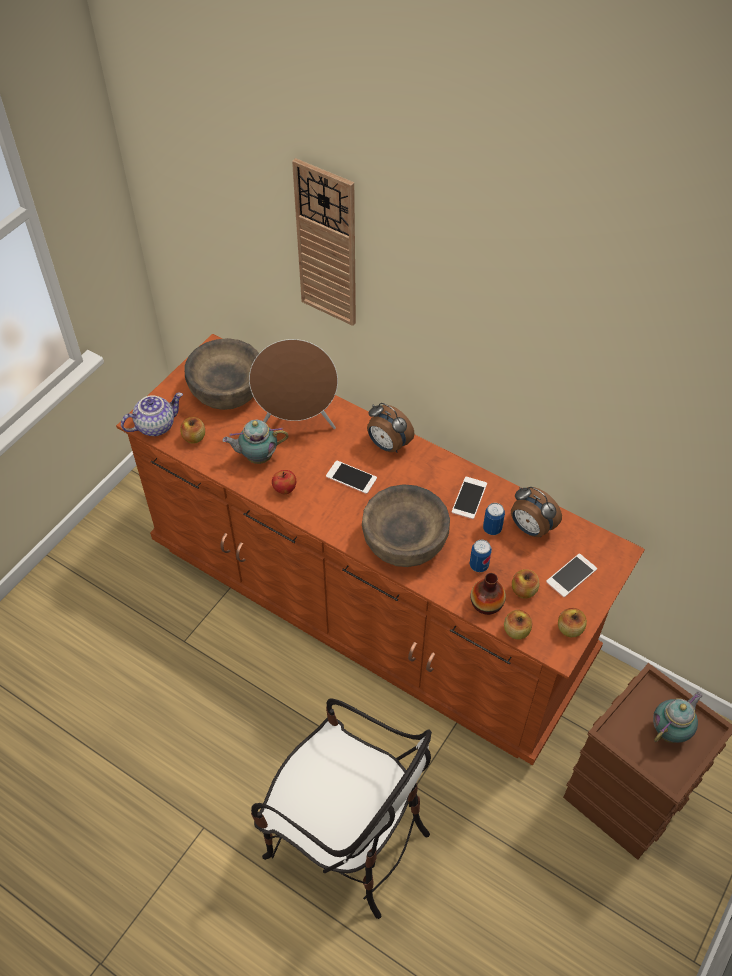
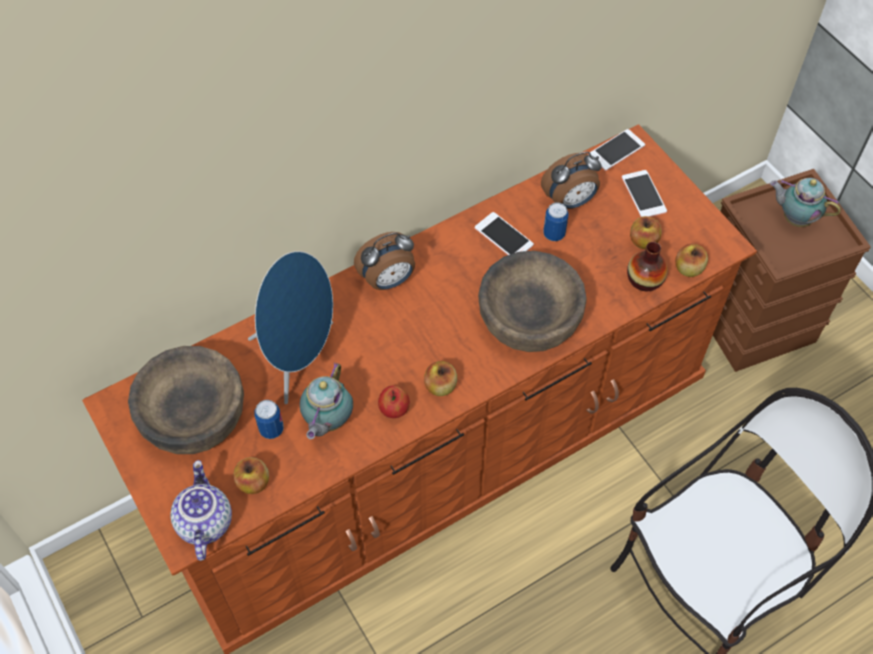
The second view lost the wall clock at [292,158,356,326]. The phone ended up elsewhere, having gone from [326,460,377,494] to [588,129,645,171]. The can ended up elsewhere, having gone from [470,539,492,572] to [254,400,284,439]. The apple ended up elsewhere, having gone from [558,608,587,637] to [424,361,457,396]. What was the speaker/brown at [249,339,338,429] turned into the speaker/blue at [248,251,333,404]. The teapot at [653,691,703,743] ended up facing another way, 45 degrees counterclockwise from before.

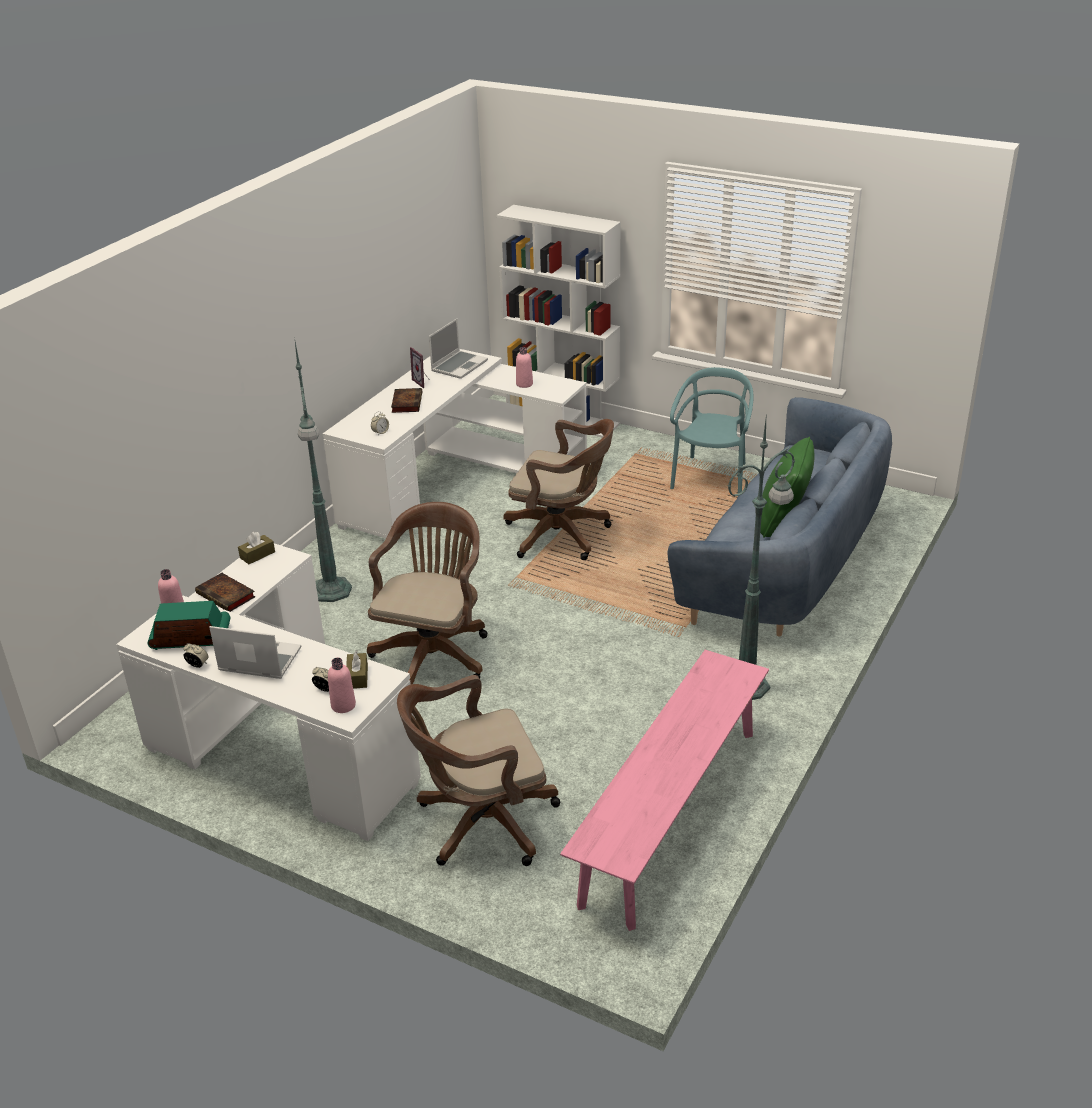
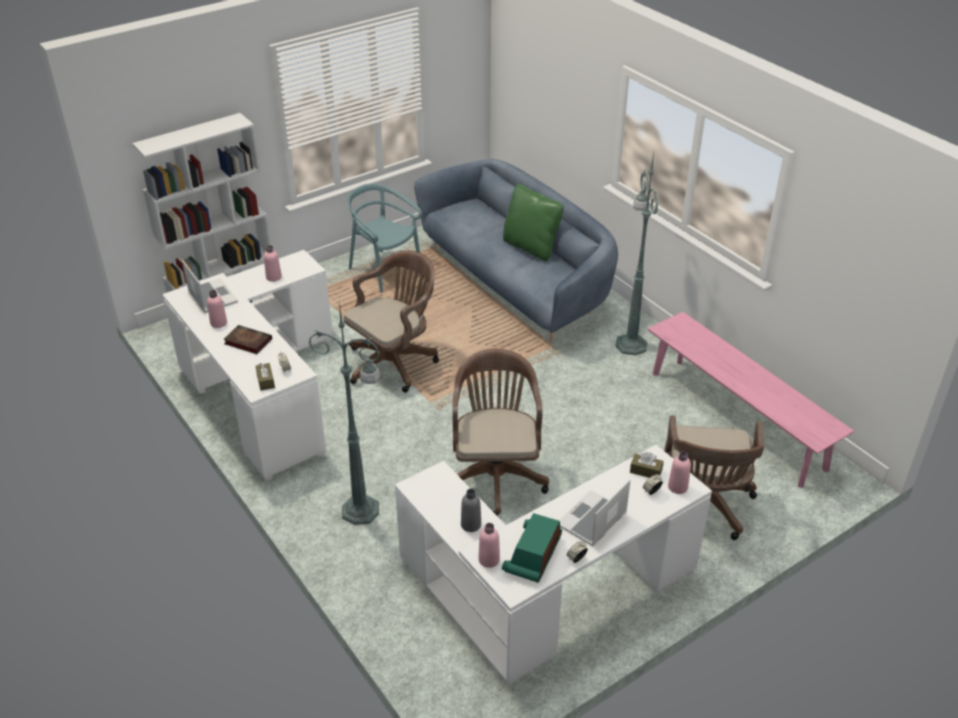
The tissue box/brown ended up elsewhere, having gone from [238,532,275,564] to [255,363,275,391]. Where the book stood at [195,573,255,612], the bottle/grey came to stand at [461,489,481,532]. Where the picture frame stood at [410,347,429,388], the bottle/pink came to stand at [207,290,227,328]. The office chair/brown at [367,502,488,684] ended up facing another way, 45 degrees clockwise from before.

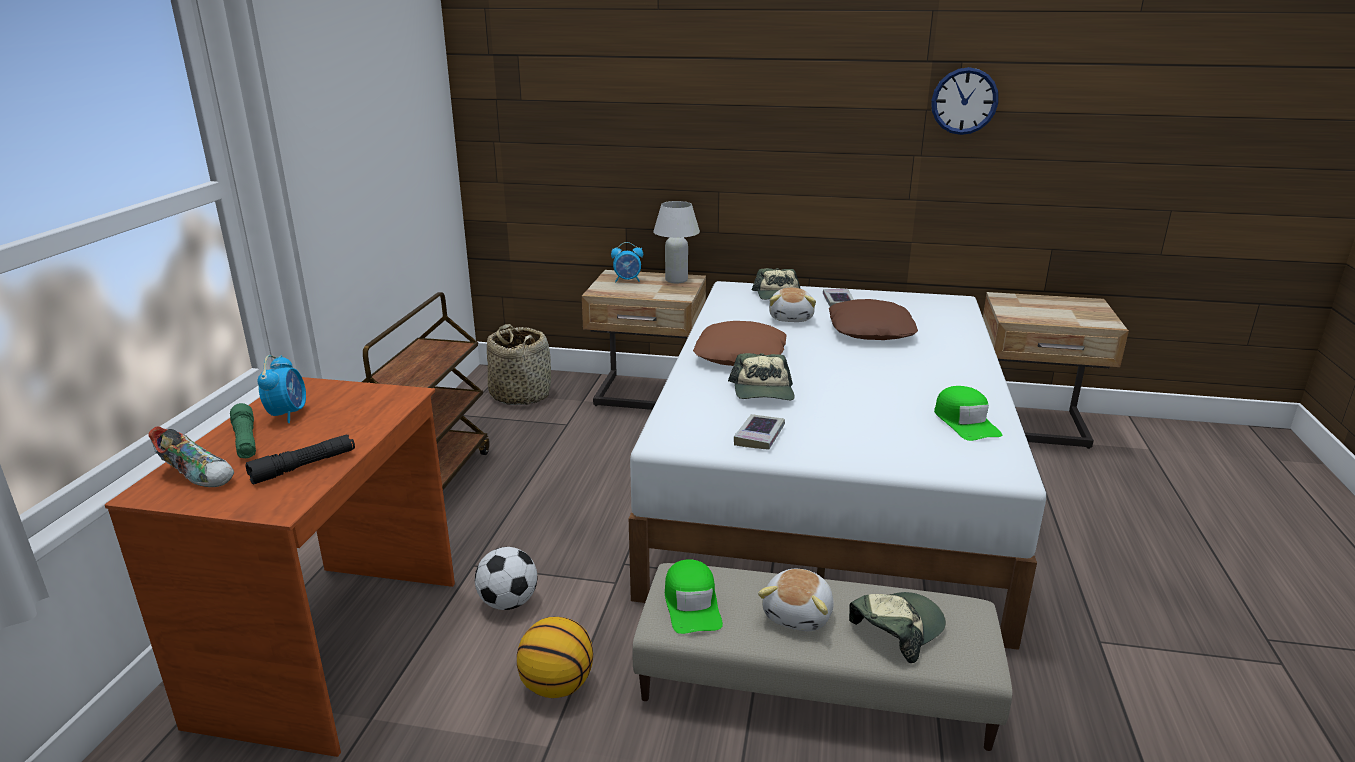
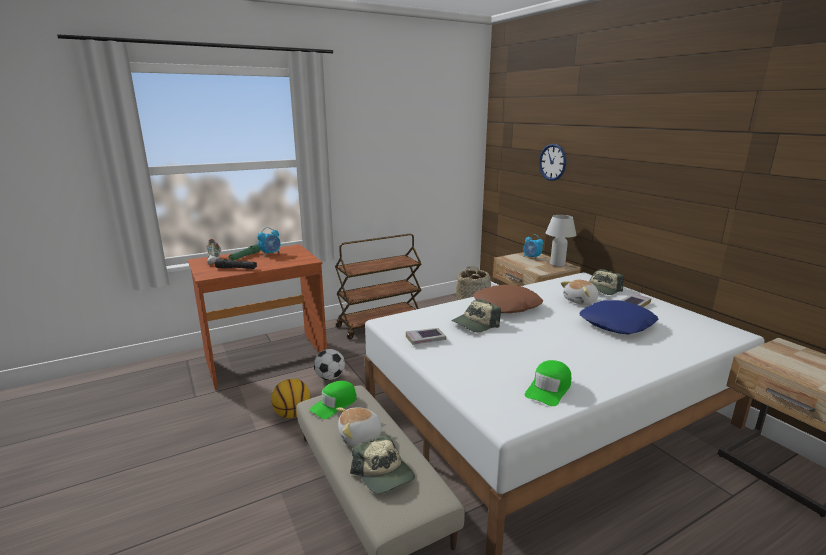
The wall clock ended up elsewhere, having gone from [931,67,999,135] to [539,144,566,181]. What was the pillow/brown at [829,299,918,340] turned into the pillow/blue at [580,300,659,334]. The cap at [849,592,946,663] ended up facing another way, 45 degrees clockwise from before.

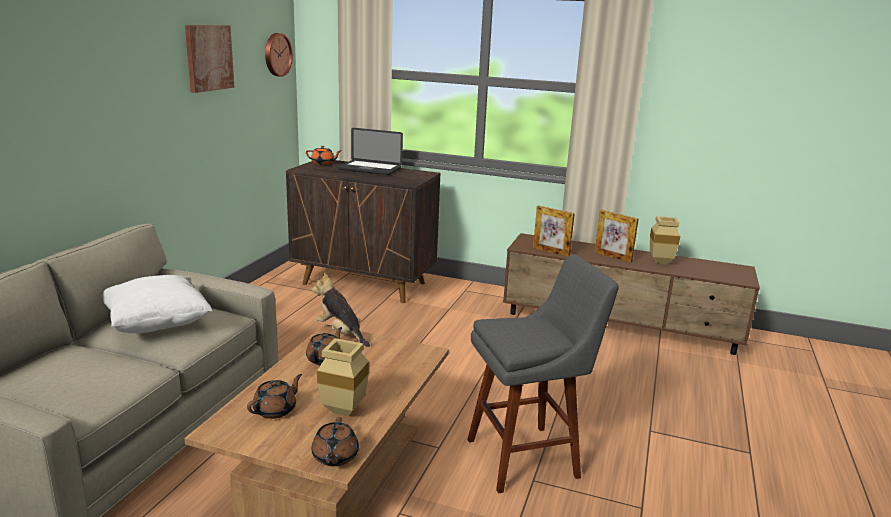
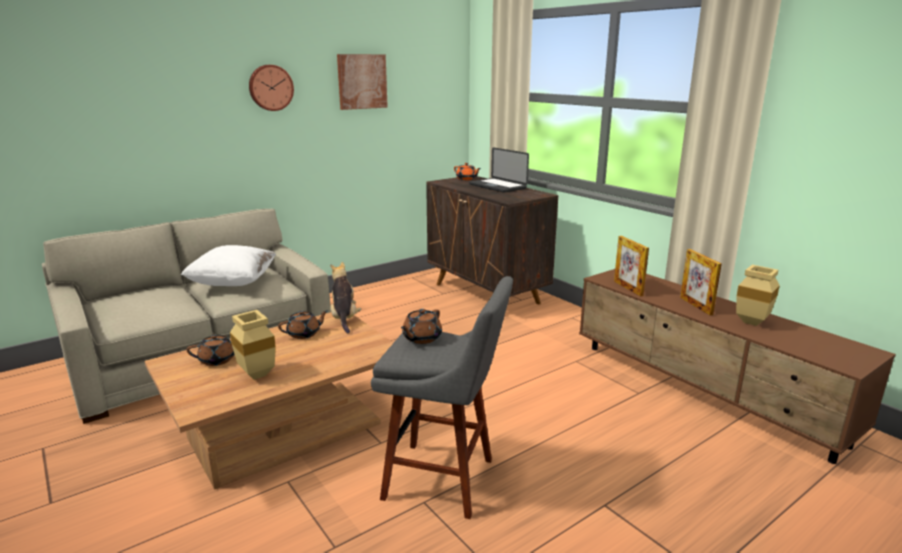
The wall clock ended up elsewhere, having gone from [265,33,293,77] to [249,65,294,111]. The teapot/brown ended up elsewhere, having gone from [312,417,359,466] to [401,309,442,344].

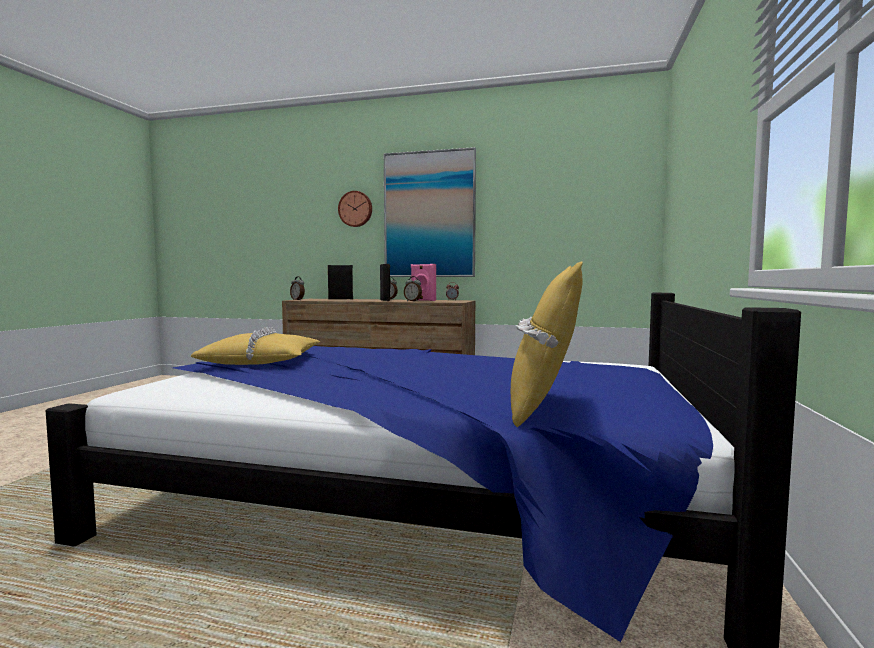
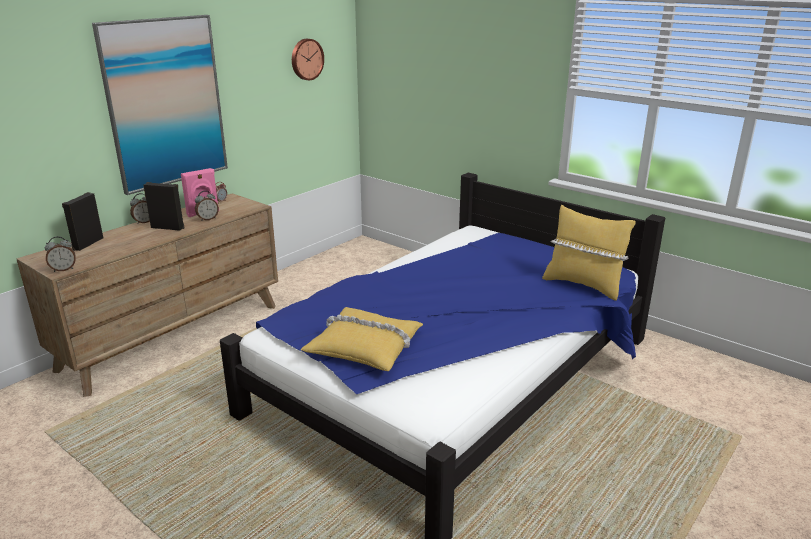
The wall clock ended up elsewhere, having gone from [338,191,372,227] to [292,39,324,80].

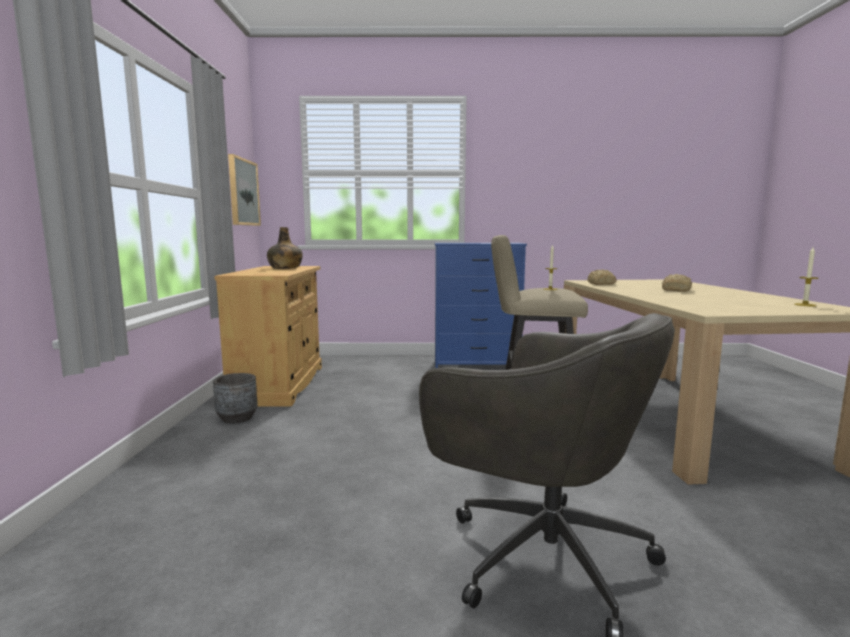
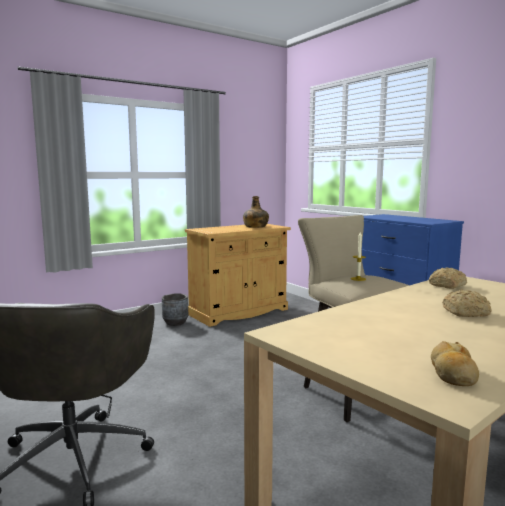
The second view lost the picture at [228,154,261,226]. Where the candle stood at [794,247,819,307], the bread came to stand at [431,341,479,386].

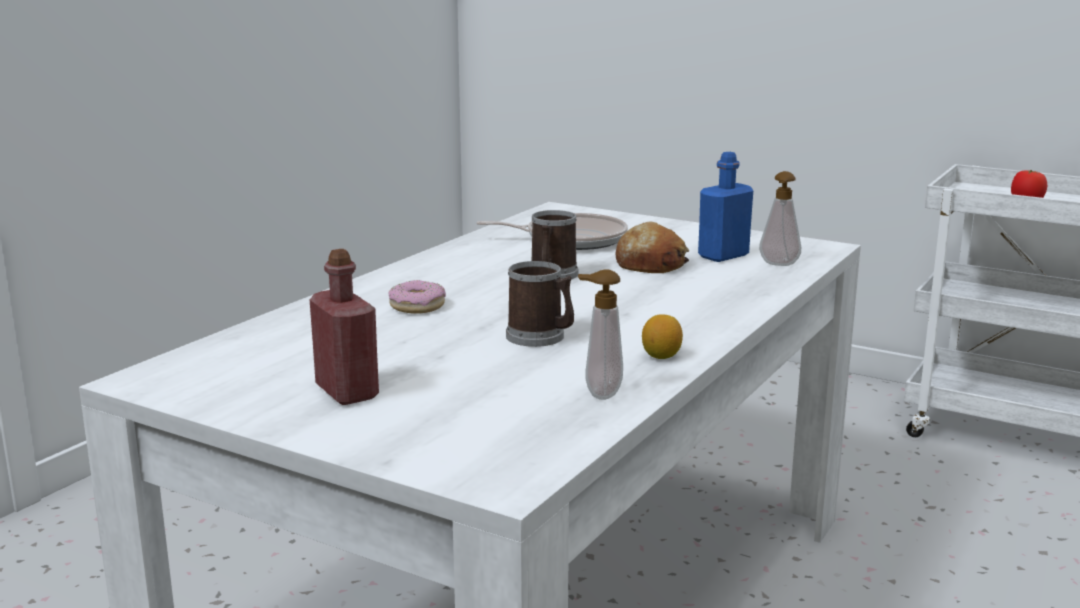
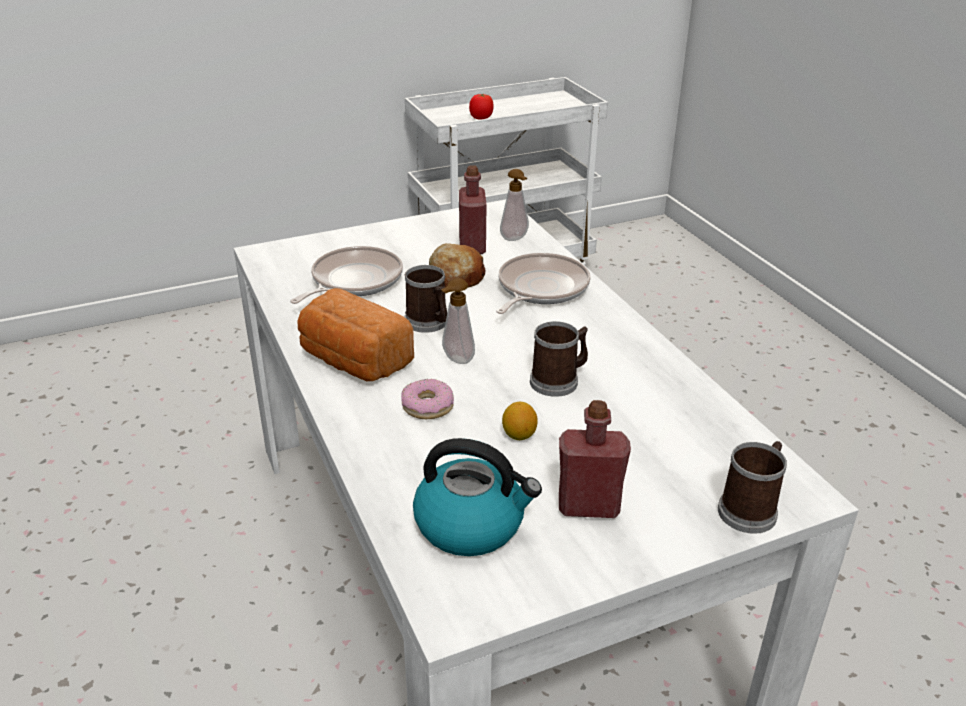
The second view gained the bread at [297,288,414,381]. The second view gained the kettle at [413,438,542,556]. The second view gained the frying pan at [496,253,591,314]. The second view gained the mug at [718,441,787,534]. The soap dispenser ended up elsewhere, having gone from [578,269,623,400] to [441,278,475,364]. The lemon ended up elsewhere, having gone from [642,315,683,359] to [502,402,538,440]. What was the bottle/blue at [698,152,753,262] turned into the bottle/red at [459,165,486,255].

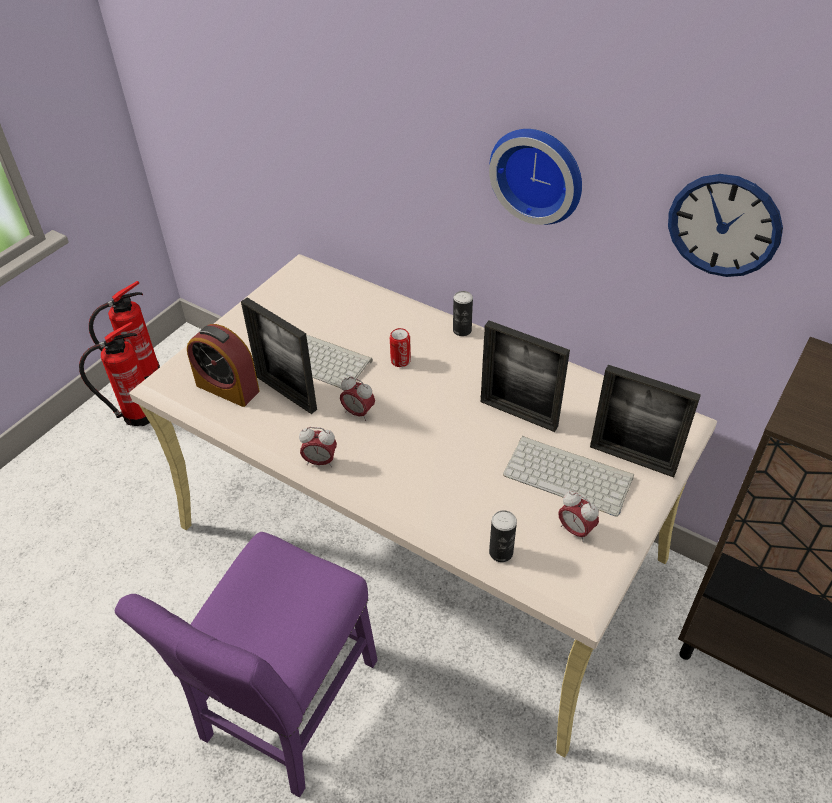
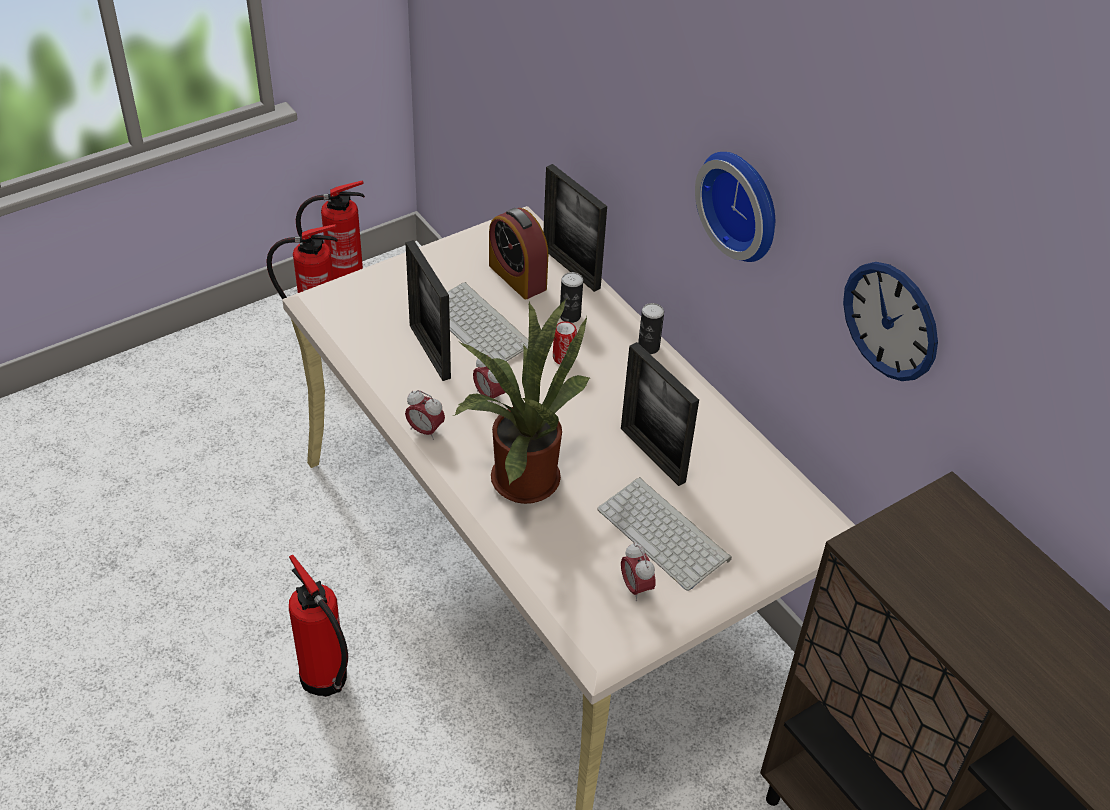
The second view gained the potted plant at [453,299,590,504]. The alarm clock ended up elsewhere, having gone from [187,324,260,407] to [489,208,548,299]. The can ended up elsewhere, having gone from [489,510,517,562] to [560,272,583,323]. The picture frame ended up elsewhere, having gone from [590,365,701,478] to [543,164,607,292]. Where the chair/purple stood at [115,532,378,797], the fire extinguisher came to stand at [289,554,348,697].

